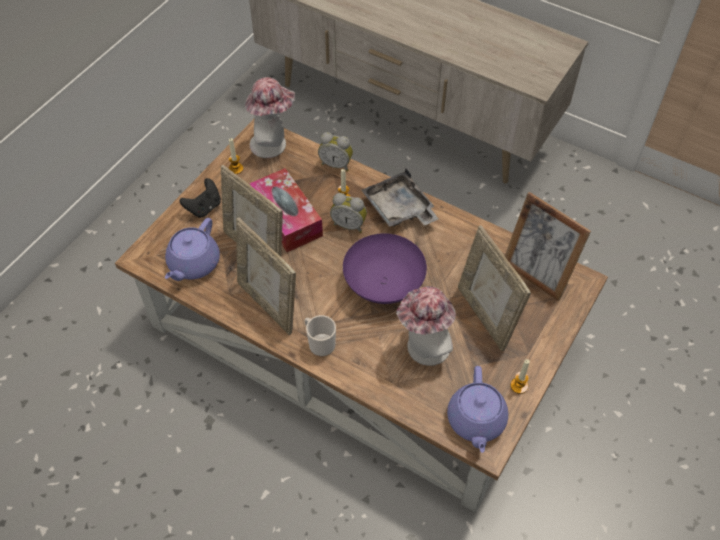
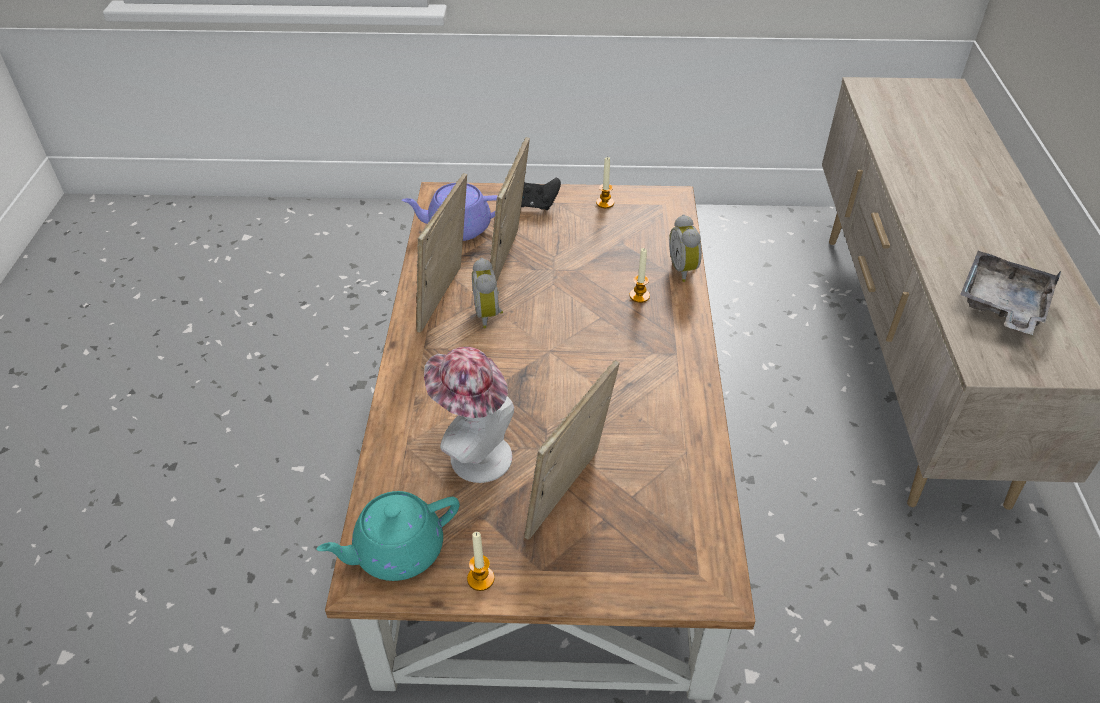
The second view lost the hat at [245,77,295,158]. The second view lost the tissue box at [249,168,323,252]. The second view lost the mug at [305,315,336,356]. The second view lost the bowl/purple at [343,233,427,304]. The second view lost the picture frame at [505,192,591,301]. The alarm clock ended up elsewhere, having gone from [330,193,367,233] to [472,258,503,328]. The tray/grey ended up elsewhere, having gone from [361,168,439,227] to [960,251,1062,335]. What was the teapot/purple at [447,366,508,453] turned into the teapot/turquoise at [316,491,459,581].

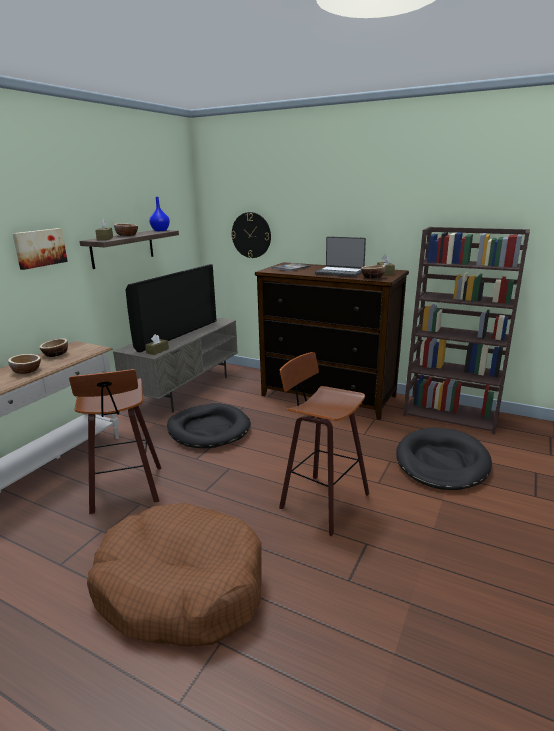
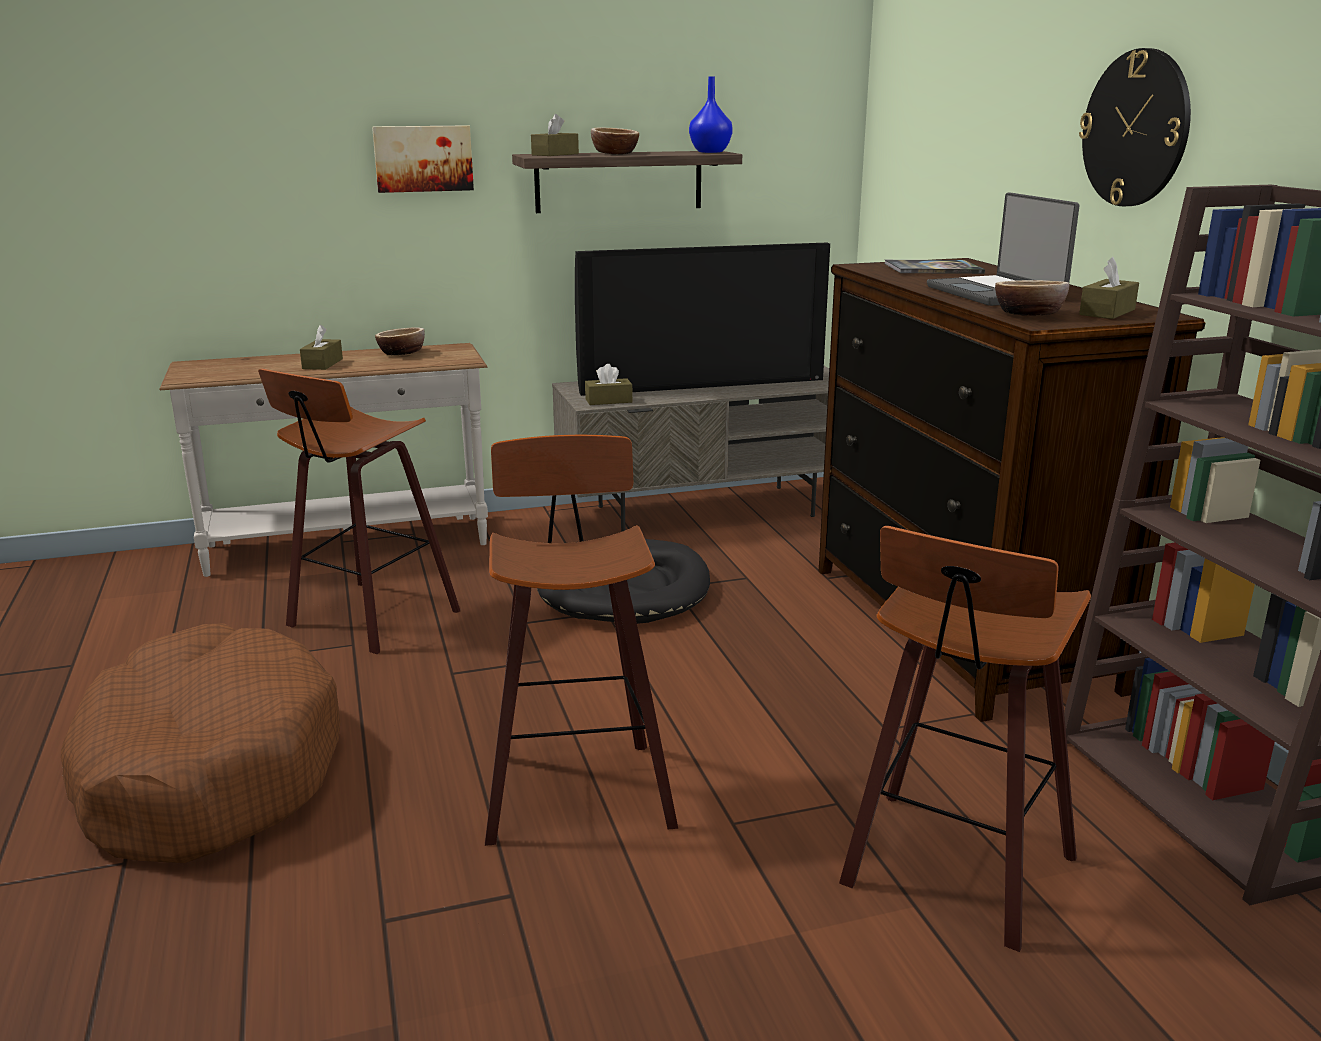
The wall clock ended up elsewhere, having gone from [231,212,271,258] to [1079,48,1191,206]. Where the bowl stood at [8,354,41,374], the tissue box/brown came to stand at [300,325,343,370]. Where the dog bed/black stood at [396,428,492,490], the stool came to stand at [839,526,1091,952].

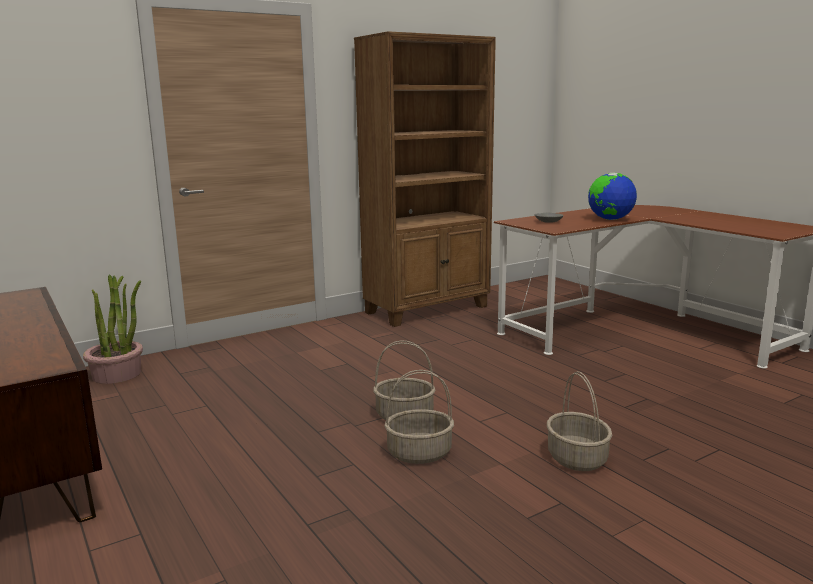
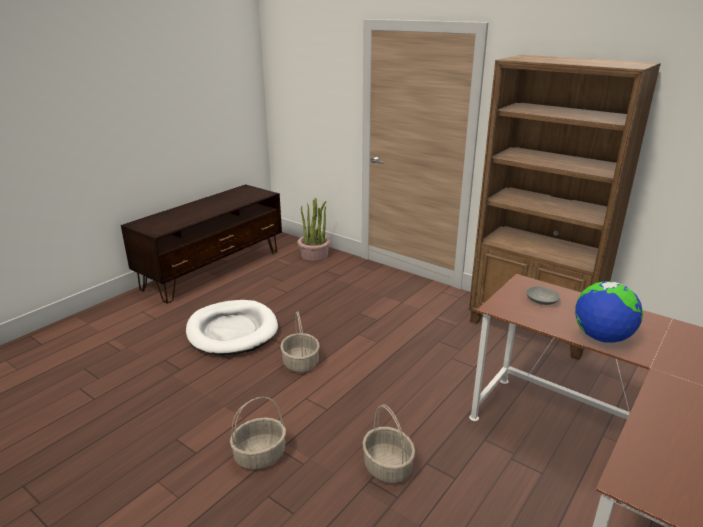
The second view gained the dog bed/white at [186,300,278,355]. The basket ended up elsewhere, having gone from [384,370,454,464] to [362,404,415,483].

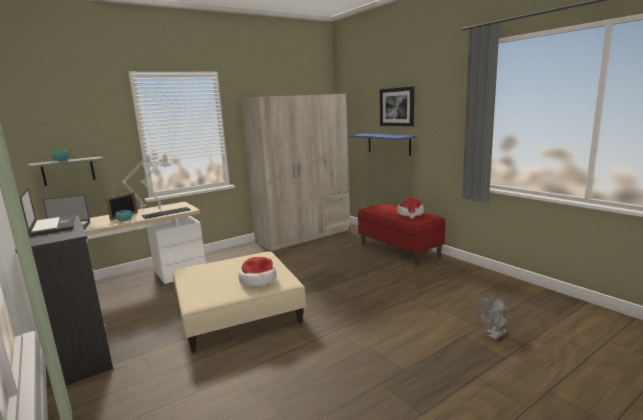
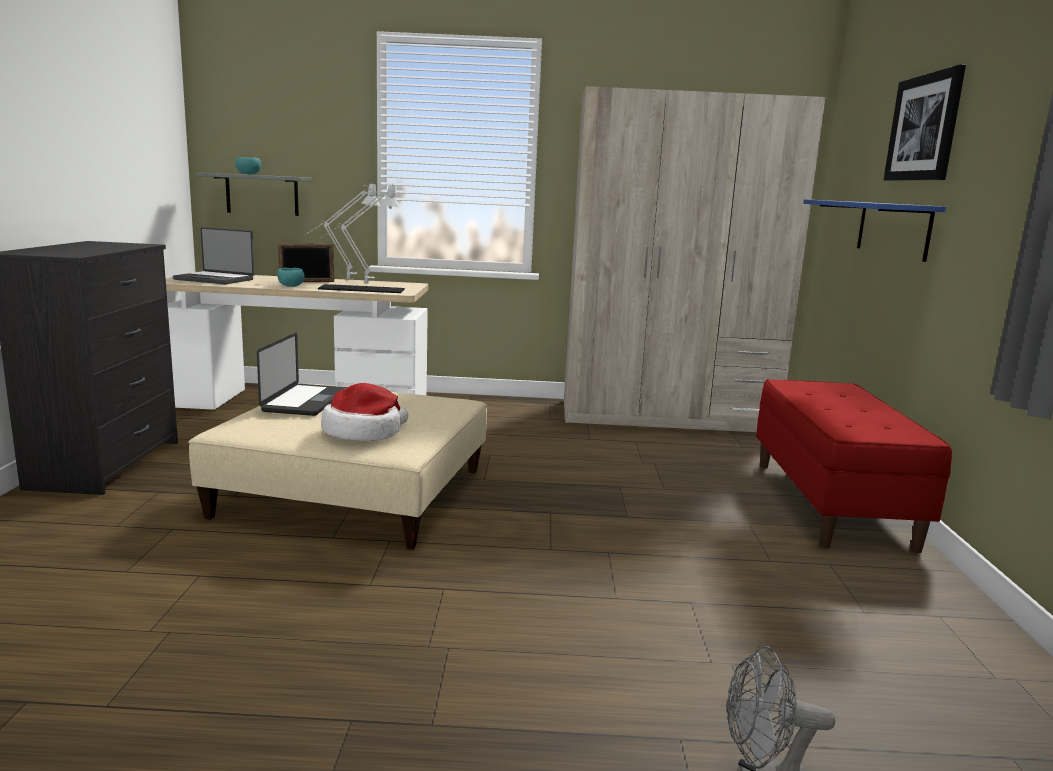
The second view lost the hat at [397,198,424,219]. The laptop ended up elsewhere, having gone from [20,188,75,236] to [257,333,346,416].

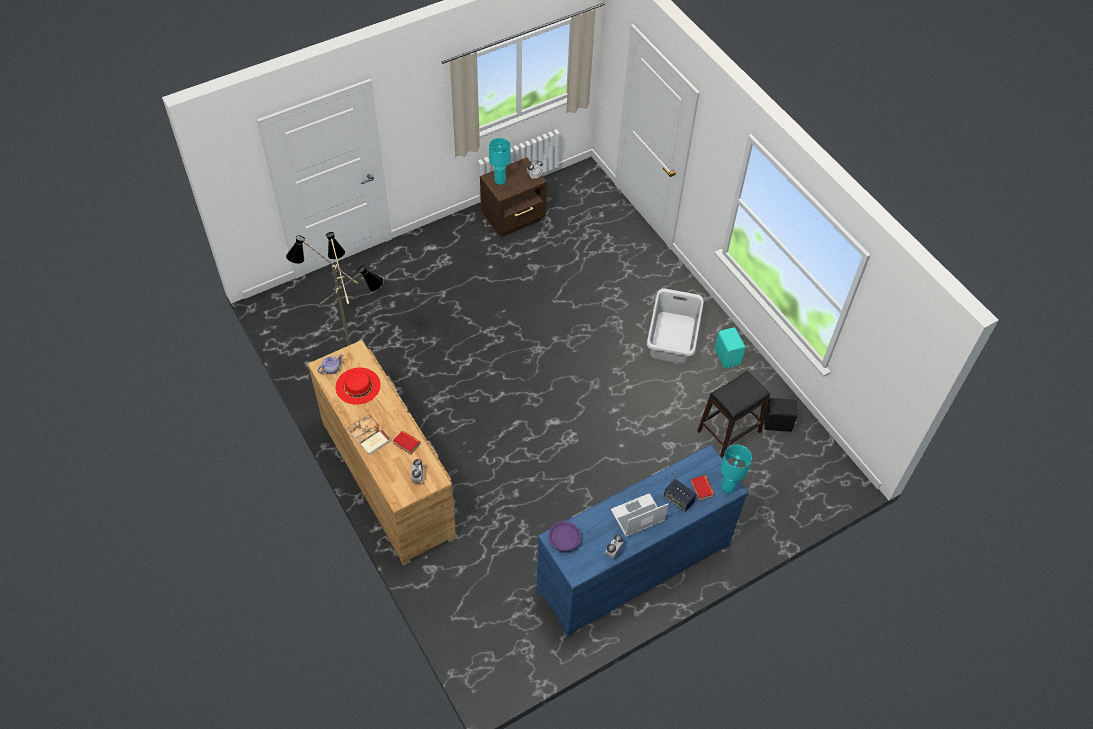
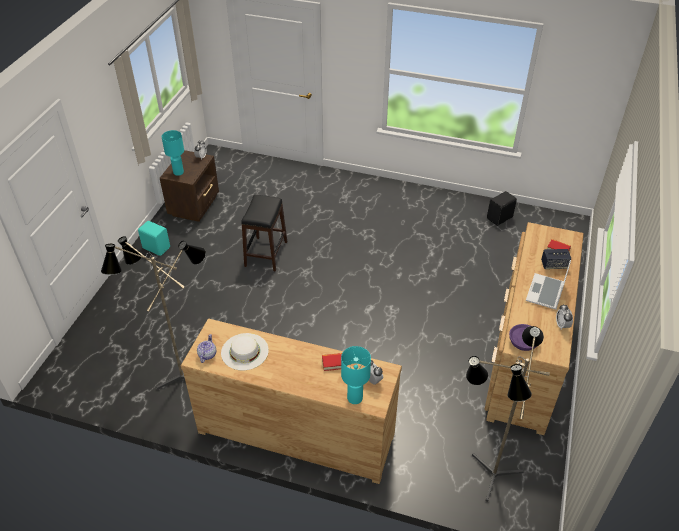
The second view lost the book at [347,414,392,455]. The second view lost the laundry basket/grey at [647,289,704,364]. The second view gained the floor lamp at [466,326,550,502]. The stool/black ended up elsewhere, having gone from [697,371,770,458] to [241,195,287,272]. The speaker/turquoise ended up elsewhere, having gone from [714,327,746,368] to [138,221,170,256]. The table lamp/turquoise ended up elsewhere, having gone from [721,445,752,494] to [341,346,371,404]. What was the hat/red at [336,368,381,405] turned into the hat/white at [221,333,269,370]. What was the dresser/blue at [537,445,748,637] turned into the dresser/brown at [484,222,584,435].

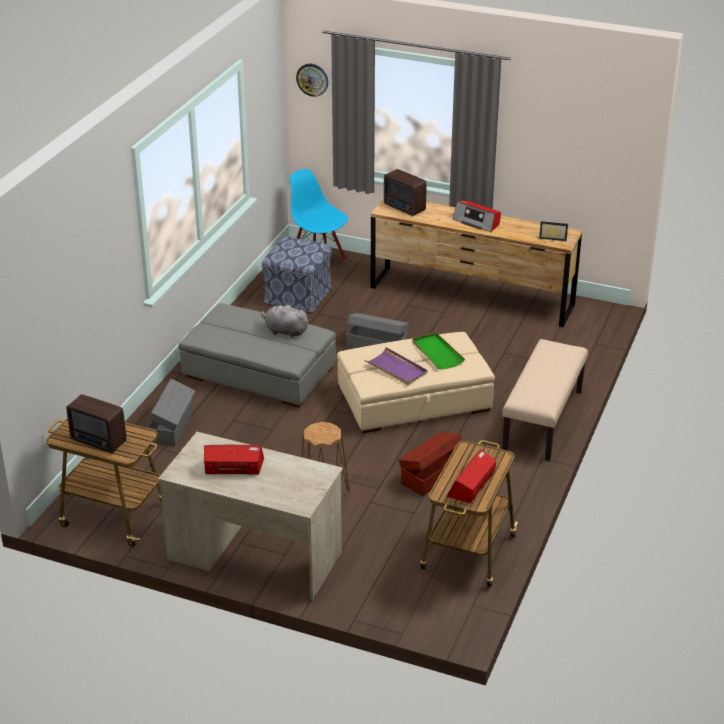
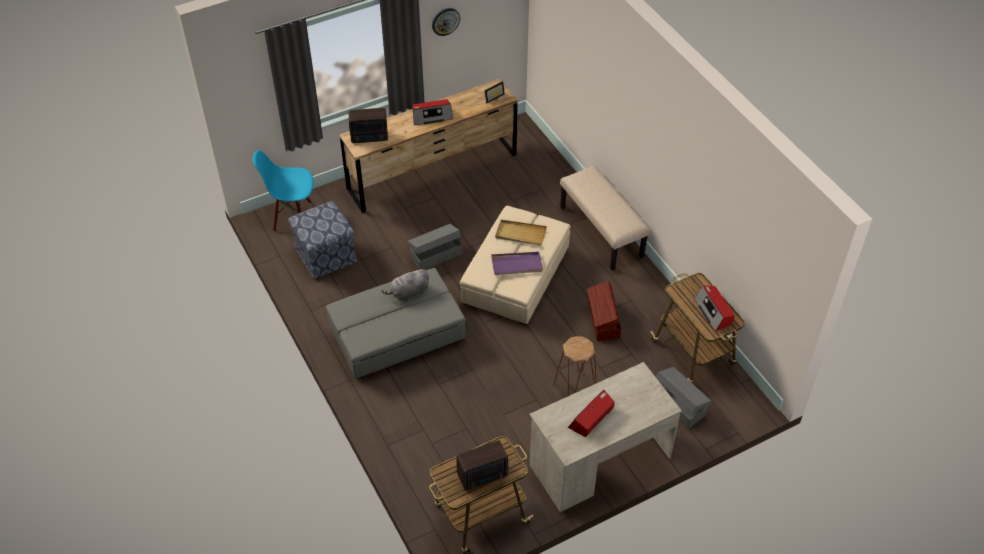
The storage box/grey ended up elsewhere, having gone from [147,379,195,446] to [656,367,711,429]. The wall clock ended up elsewhere, having gone from [296,63,328,97] to [432,8,460,36]. What was the tray/green at [412,333,465,370] turned into the tray/beige at [495,220,547,246].

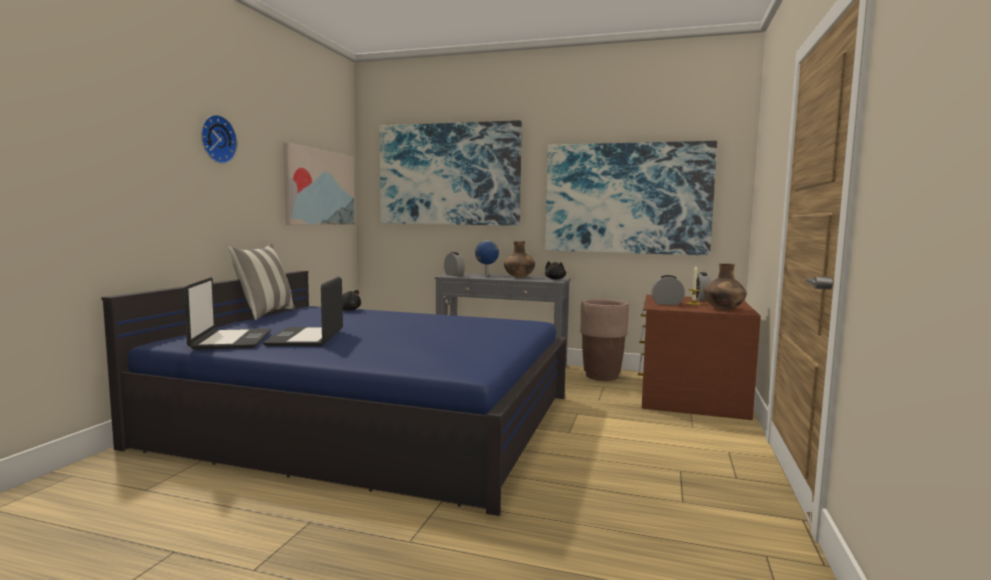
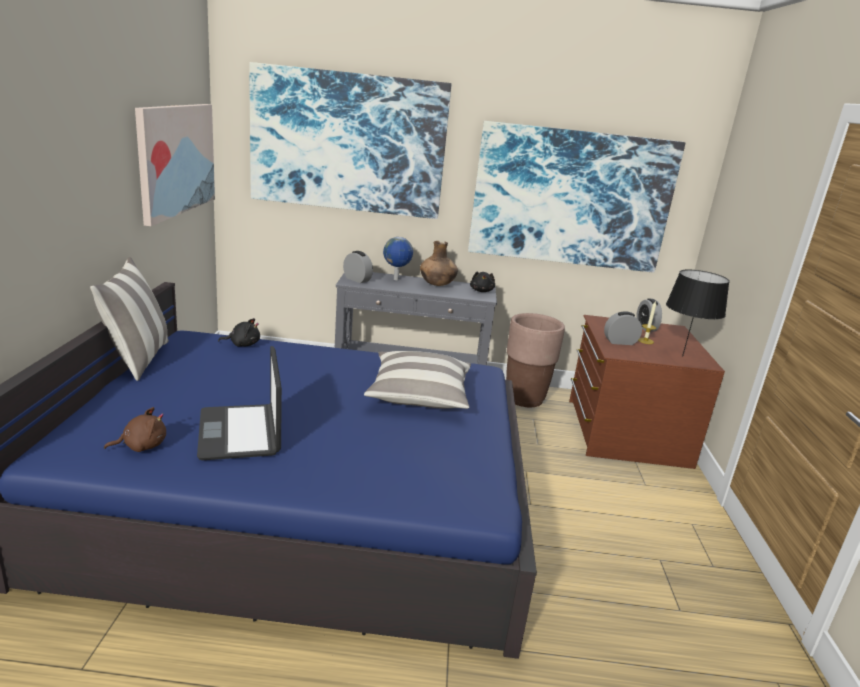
The second view lost the wall clock at [201,115,238,164]. The second view gained the pillow at [364,351,471,409]. Where the laptop stood at [184,277,271,350], the plush toy/brown came to stand at [104,407,166,452]. Where the vase/brown stood at [703,263,747,310], the table lamp/black came to stand at [666,270,730,356].

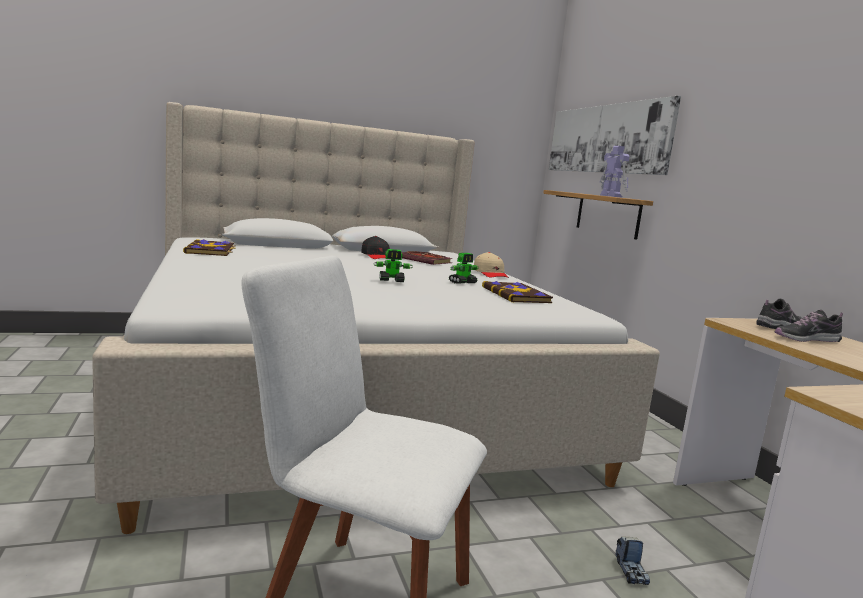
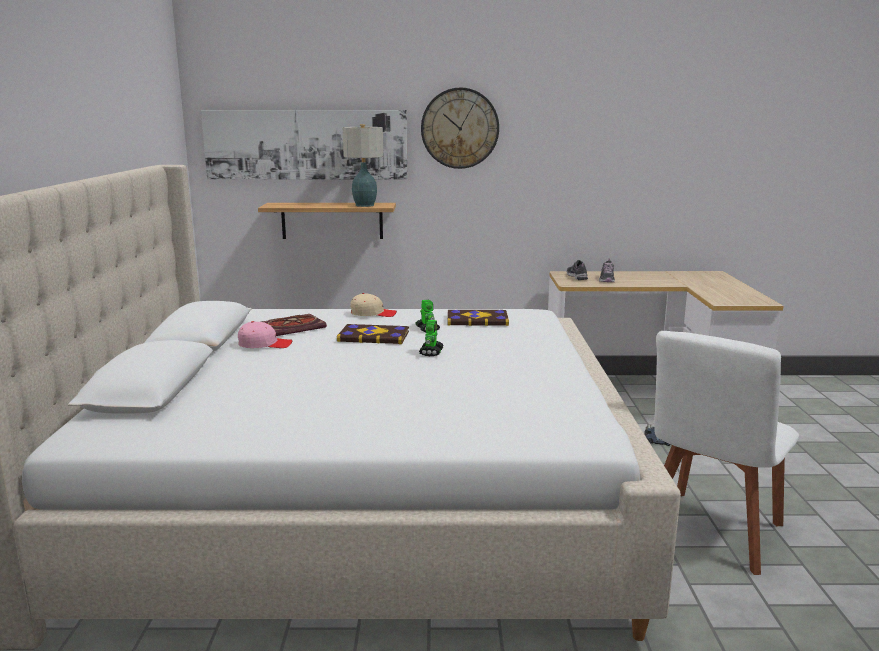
The second view gained the wall clock at [421,87,499,169]. The book ended up elsewhere, having gone from [183,239,236,256] to [337,324,409,344]. Where the toy robot stood at [600,146,630,198], the table lamp came to stand at [343,124,383,207]. What was the cap/black at [361,236,390,259] turned into the cap/pink at [238,321,292,348].

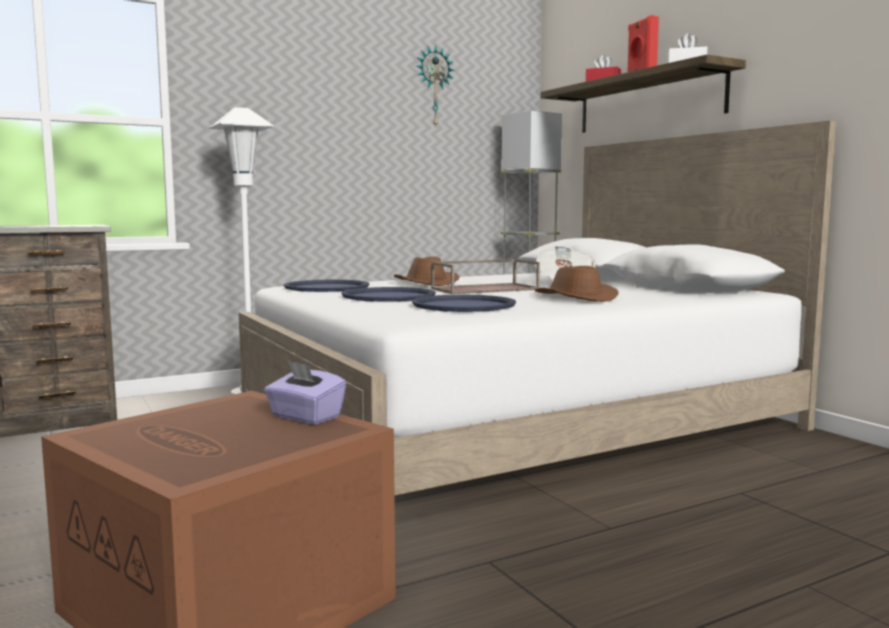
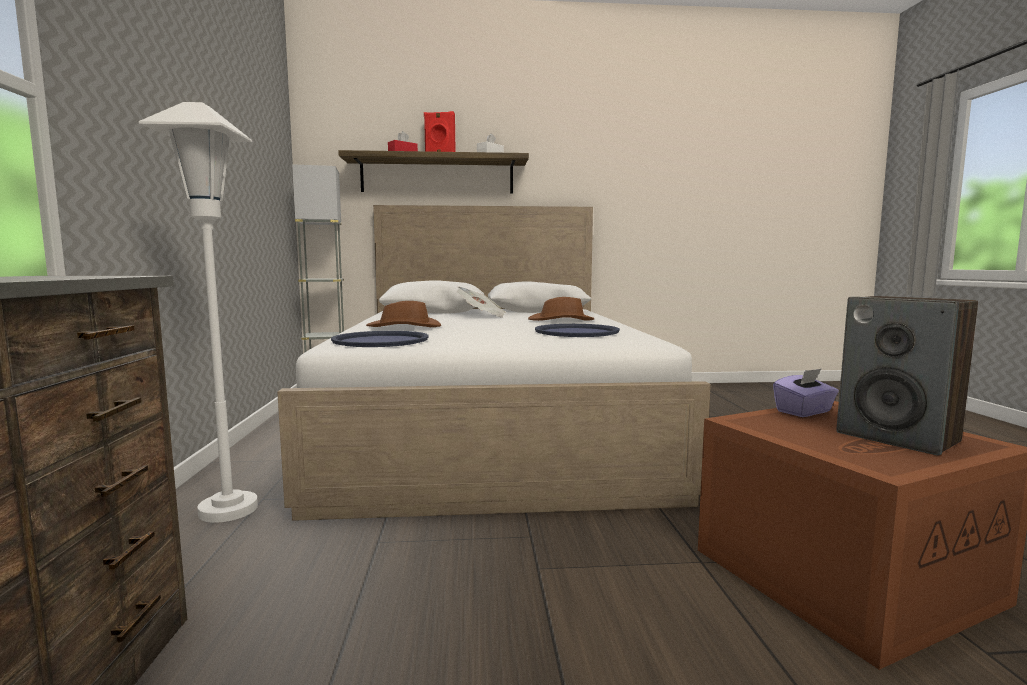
The second view lost the tray/blue at [341,287,436,302]. The second view lost the wall clock at [416,45,455,128]. The second view lost the tray/brown at [431,259,540,294]. The second view gained the speaker at [836,296,978,456].

